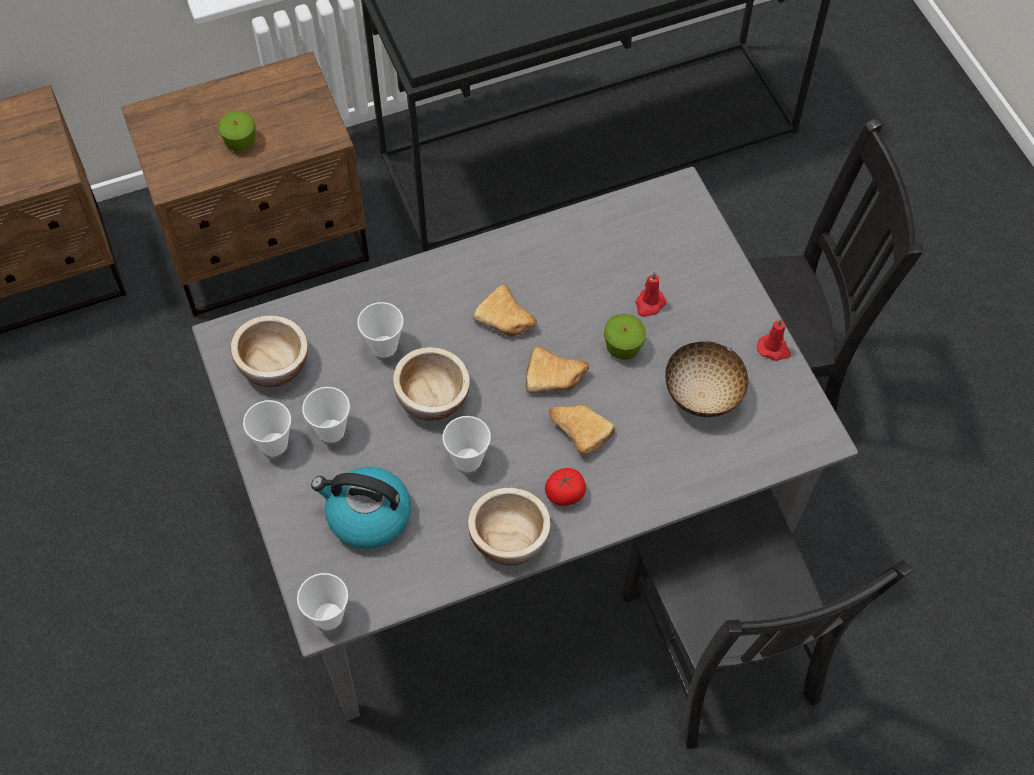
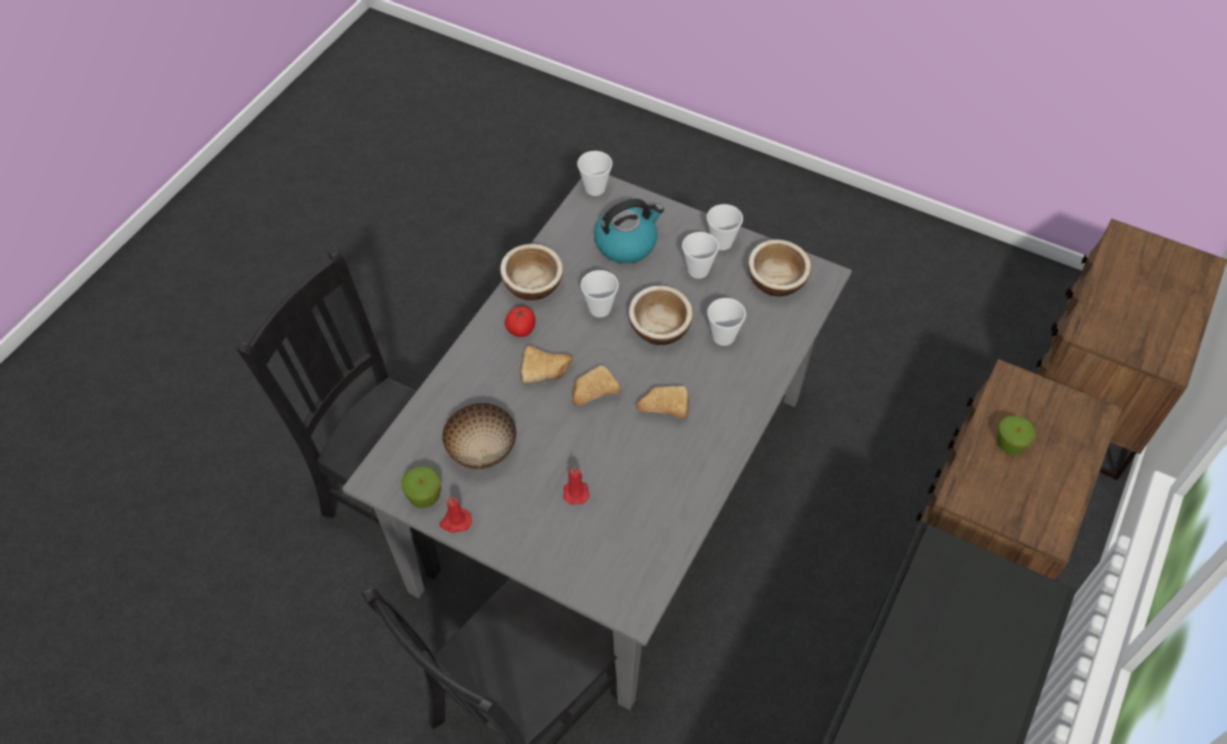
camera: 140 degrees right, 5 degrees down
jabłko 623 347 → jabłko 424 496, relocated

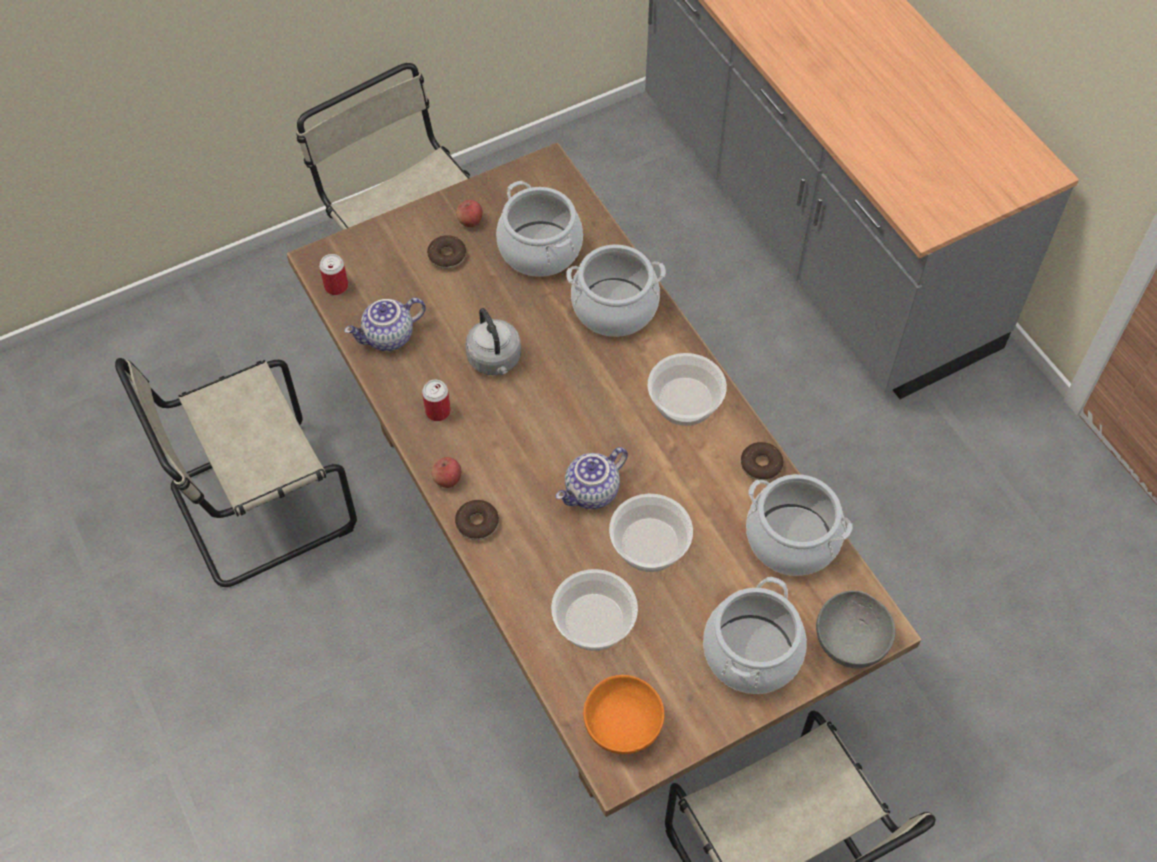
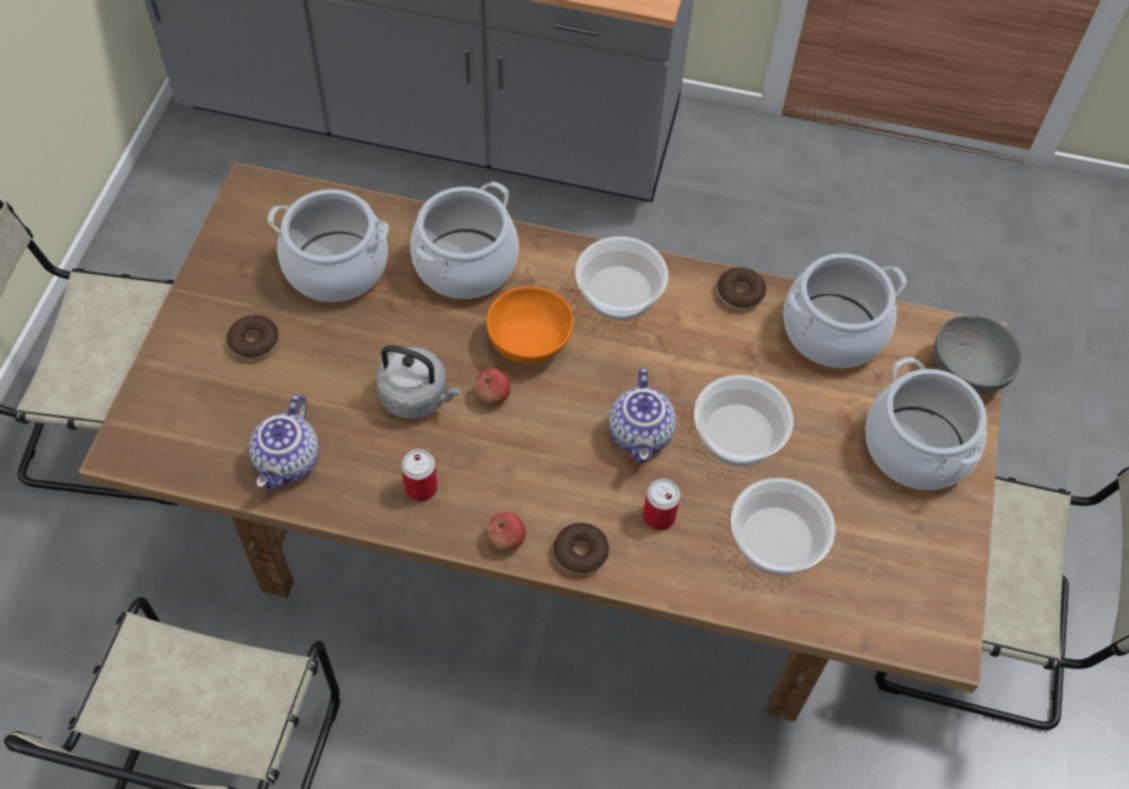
camera: 50 degrees left, 0 degrees up
jabłko 470 221 → jabłko 493 396, relocated
puszka 336 286 → puszka 659 516, relocated
miska [pomarańczowy] 623 728 → miska [pomarańczowy] 531 344, relocated

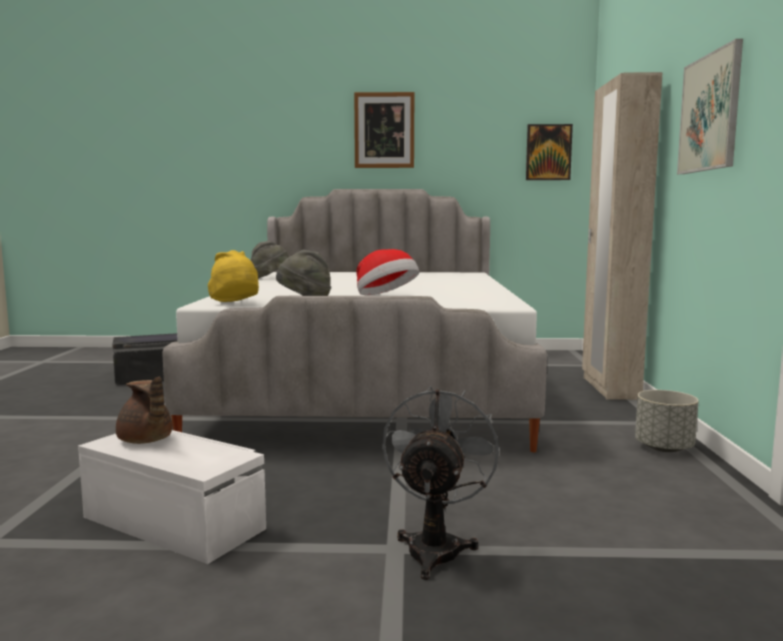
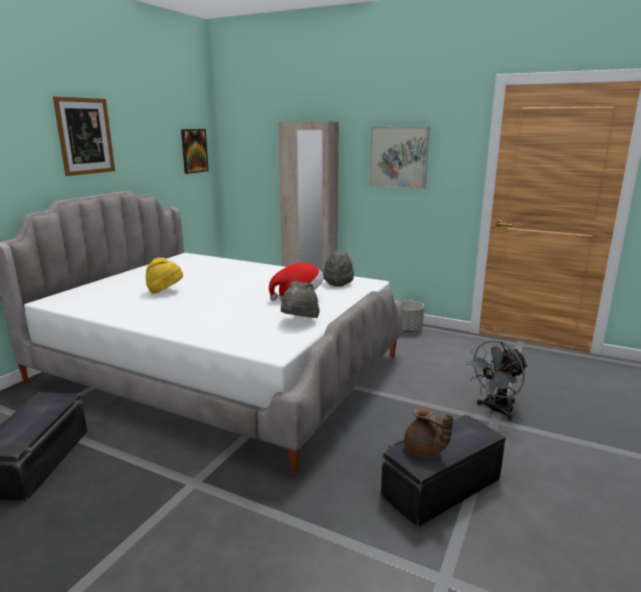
camera: 65 degrees left, 10 degrees up
kapelusz [szary] 270 278 → kapelusz [szary] 338 282, relocated
kapelusz [żółty] 235 303 → kapelusz [żółty] 165 291, relocated
imbryk [brązowy] 145 441 → imbryk [brązowy] 424 451, 60 degrees clockwise
wentylator [szary] 436 546 → wentylator [szary] 495 410, 75 degrees counterclockwise
pojemnik do przechowywania [biały] 175 522 → pojemnik do przechowywania [czarny] 440 486

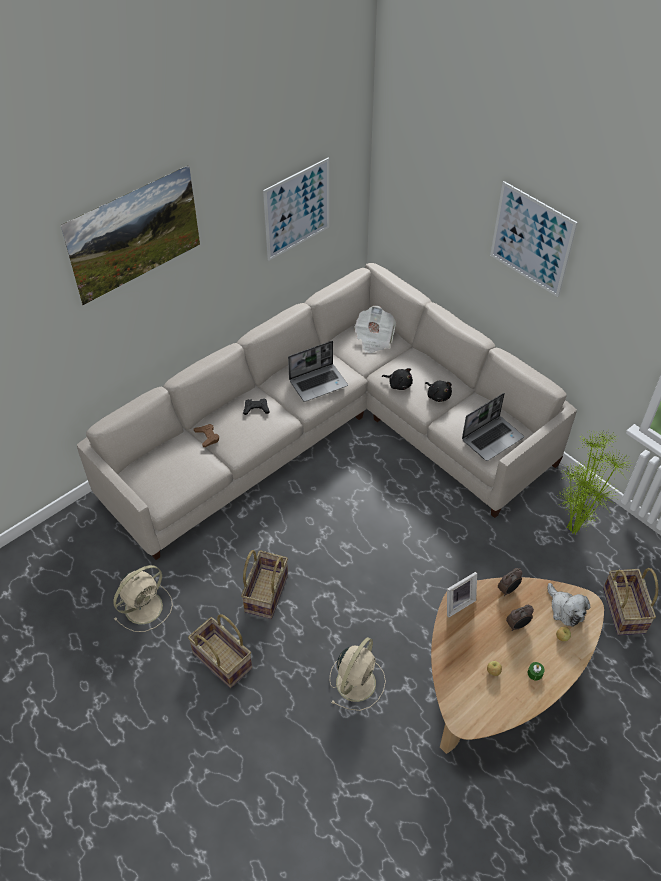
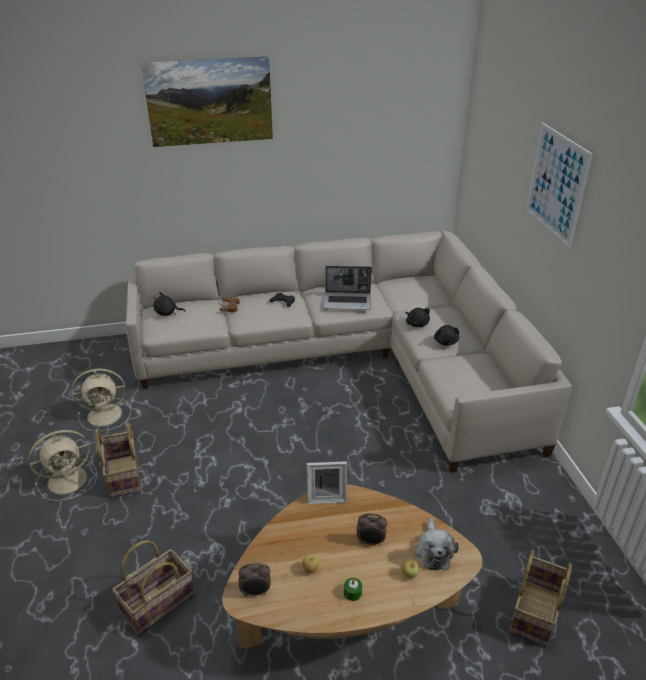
camera: 30 degrees right, 15 degrees down
obraz 297 209 → -
gazeta 374 339 → -
laptop 492 438 → -
roślina doniczkowa 572 531 → -
koszyk 265 593 → koszyk 157 603, relocated
budzik 508 590 → budzik 255 592, relocated
wentylator [beżowy] 357 681 → wentylator [beżowy] 69 479, relocated
- → pluszak [czarny] 167 313

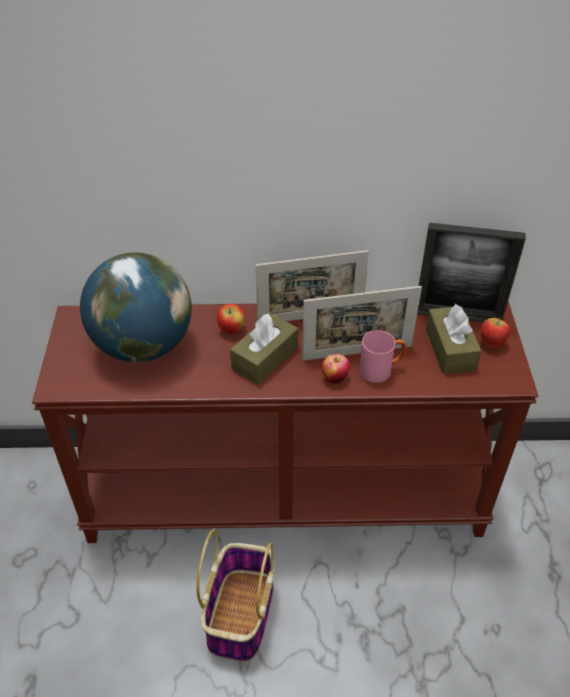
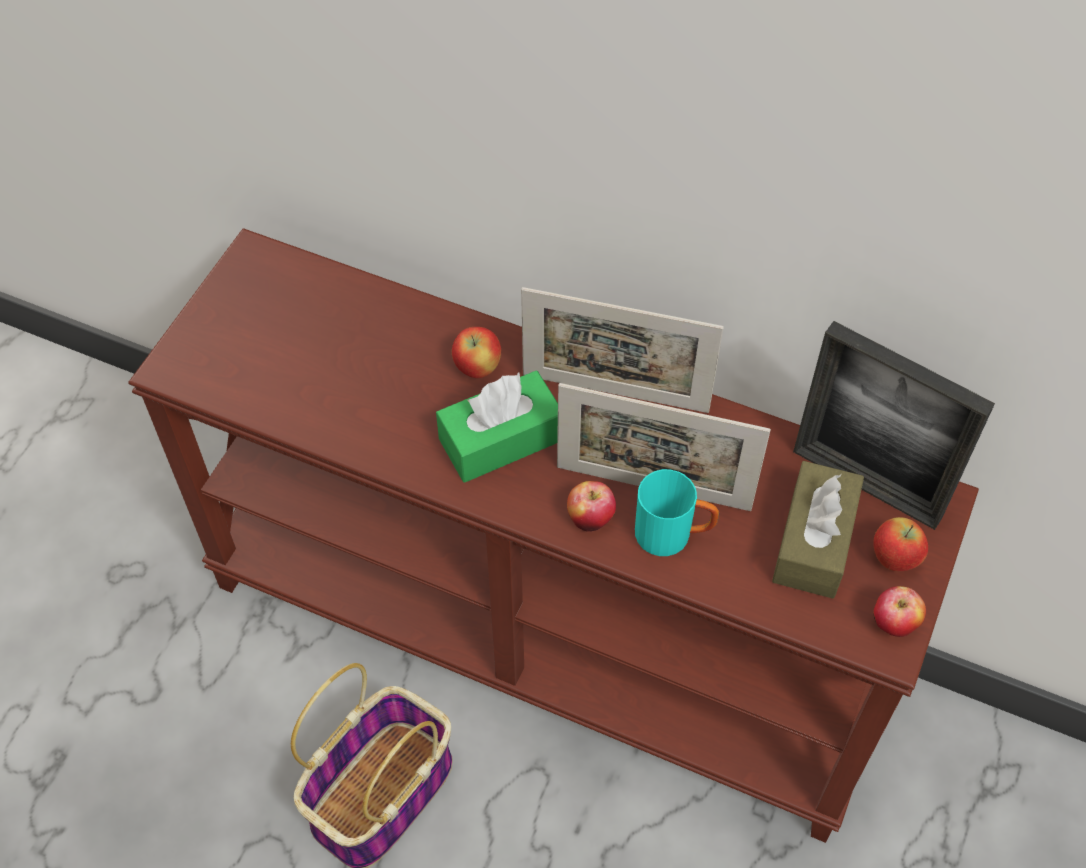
camera: 25 degrees right, 10 degrees up
globus 143 346 → -
pudełko chusteczek [brązowy] 265 358 → pudełko chusteczek [zielony] 501 439
kubek [różowy] 381 370 → kubek [turkusowy] 673 535
- → jabłko 893 624

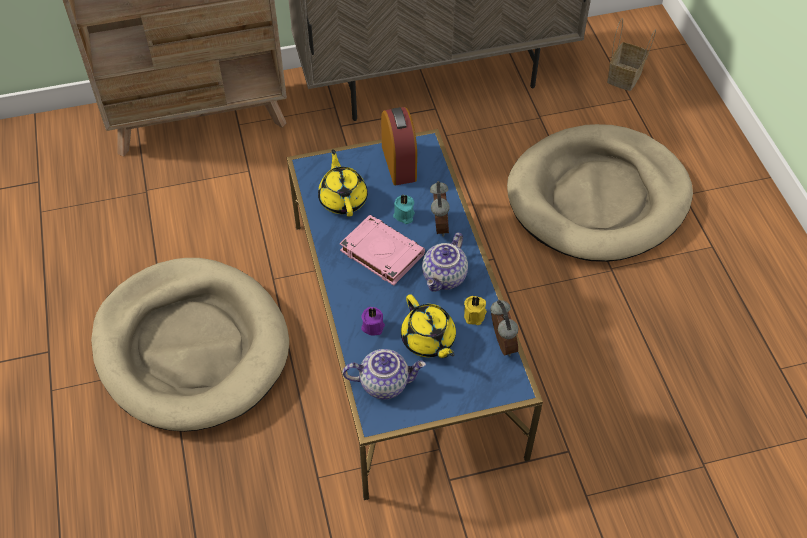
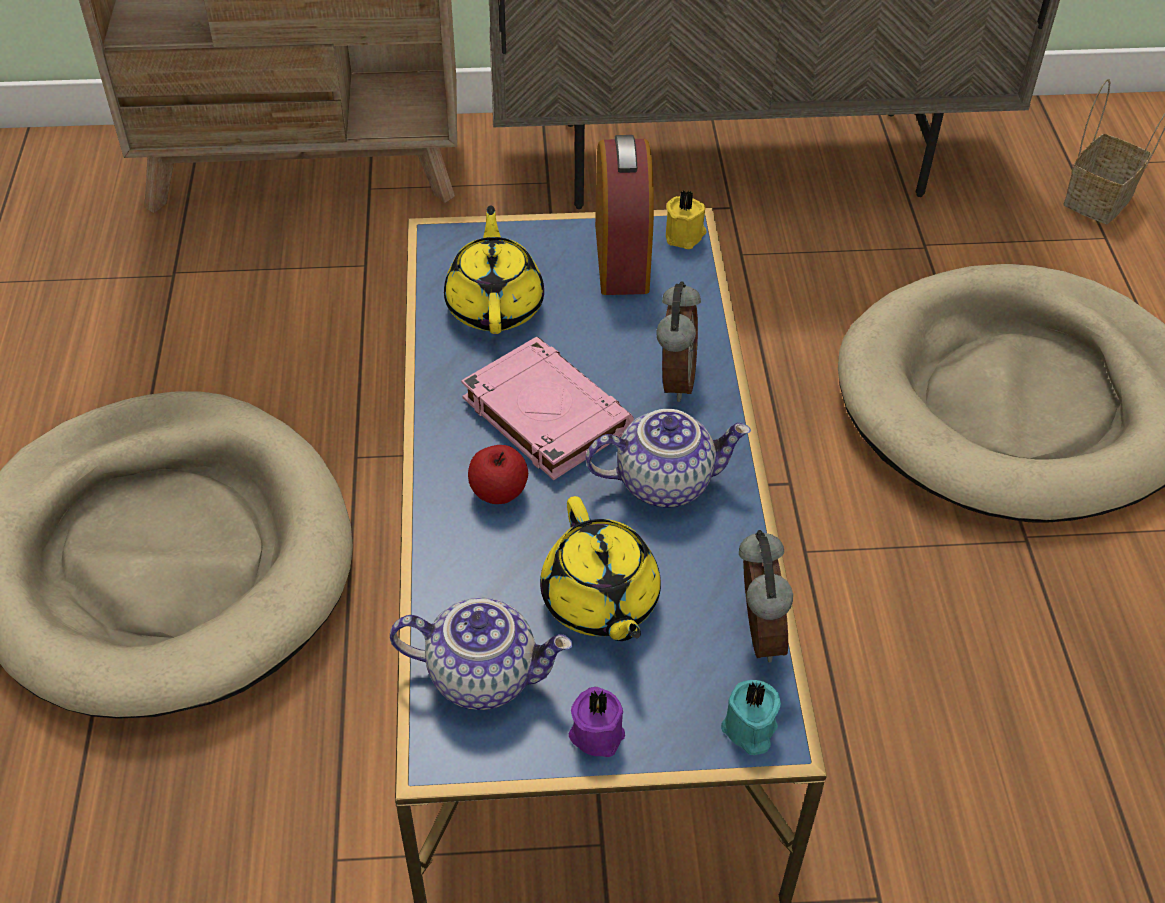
camera: 10 degrees right, 5 degrees down
świeca [turkusowy] 404 216 → świeca [turkusowy] 749 730, relocated
imbryk 445 277 → imbryk 665 481, 135 degrees counterclockwise
świeca [żółty] 475 315 → świeca [żółty] 685 235, relocated
świeca [fioletowy] 372 326 → świeca [fioletowy] 597 732, relocated
- → jabłko 499 492

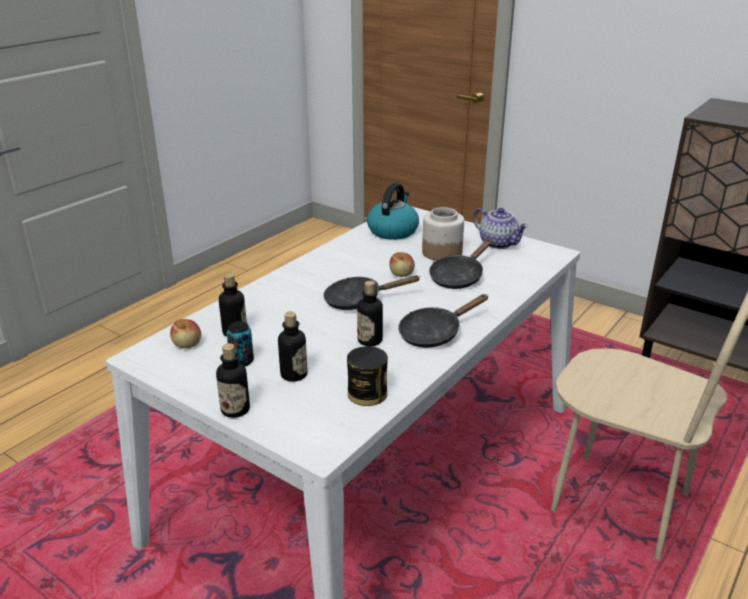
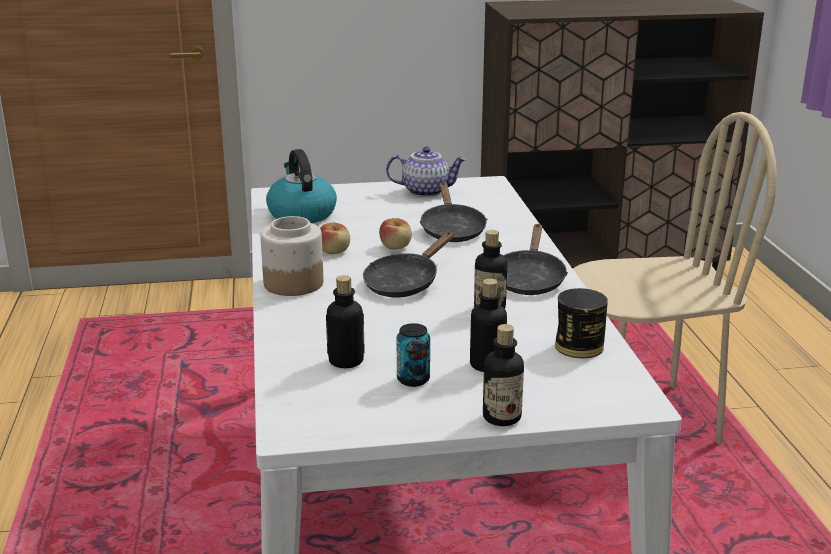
camera: 45 degrees left, 5 degrees down
słoik 441 252 → słoik 292 284, relocated
jabłko 187 344 → jabłko 334 251, relocated

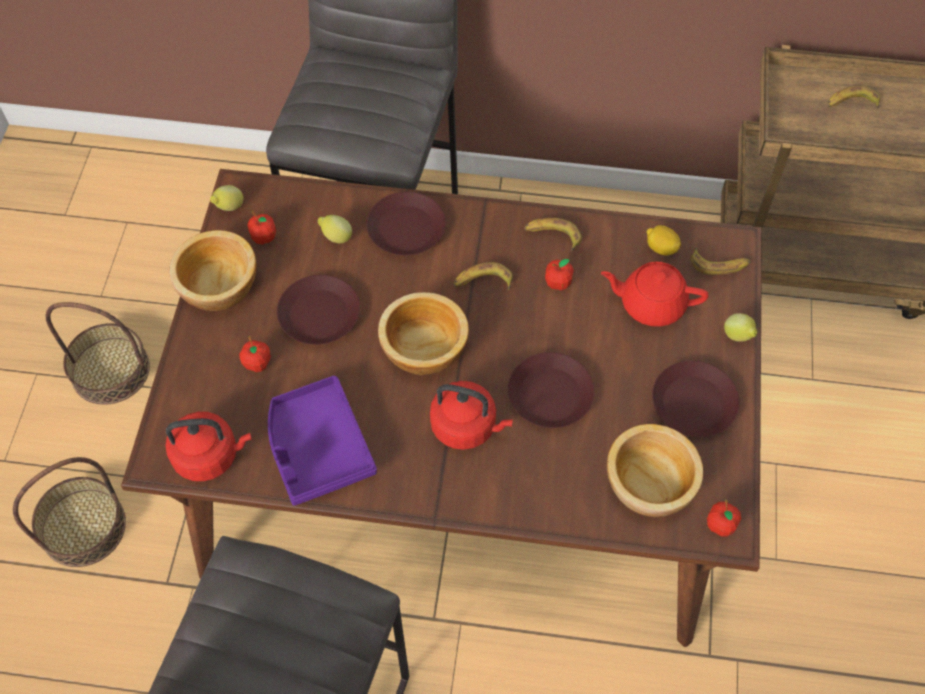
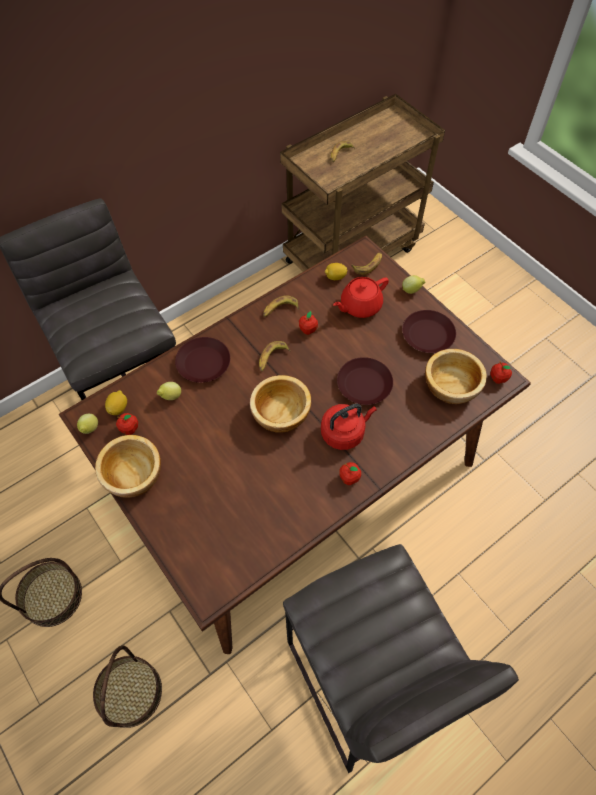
camera: 45 degrees left, 0 degrees up
talerz [brązowy] 320 314 → -
jabłko 257 364 → jabłko 349 478, relocated
taca [fioletowy] 317 448 → -
czajnik [czerwony] 210 456 → -
- → cytryna 118 408

